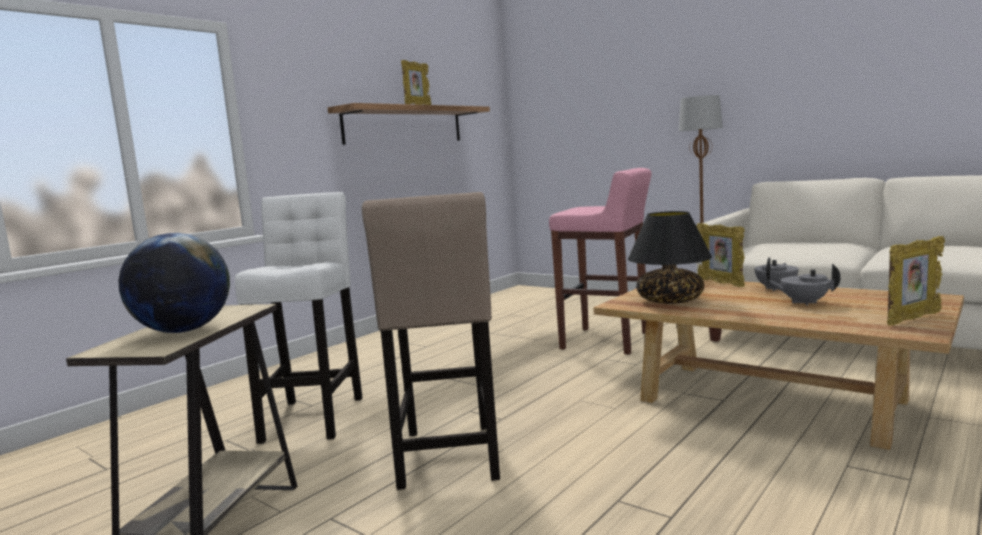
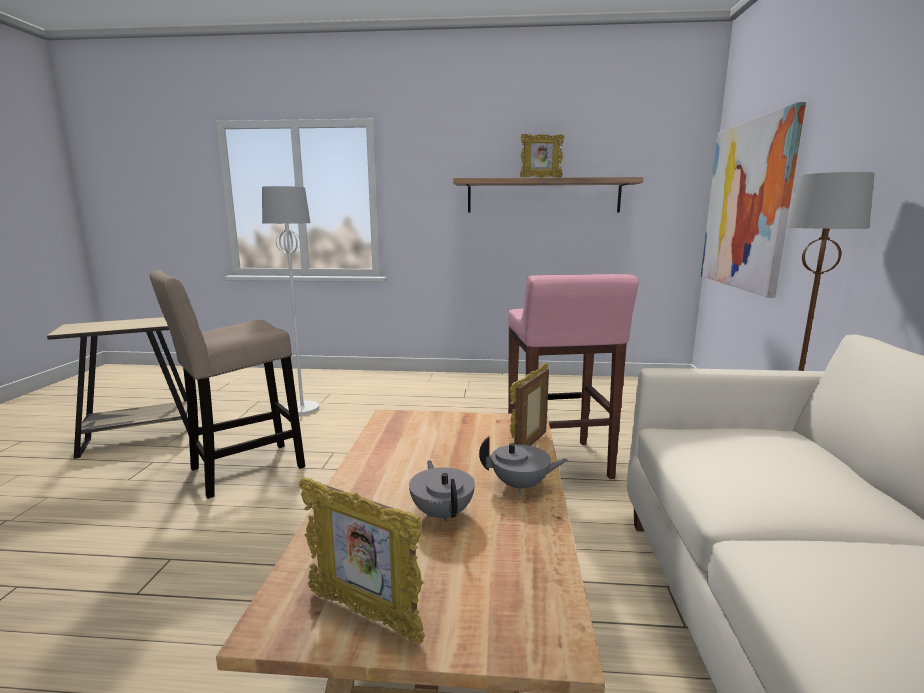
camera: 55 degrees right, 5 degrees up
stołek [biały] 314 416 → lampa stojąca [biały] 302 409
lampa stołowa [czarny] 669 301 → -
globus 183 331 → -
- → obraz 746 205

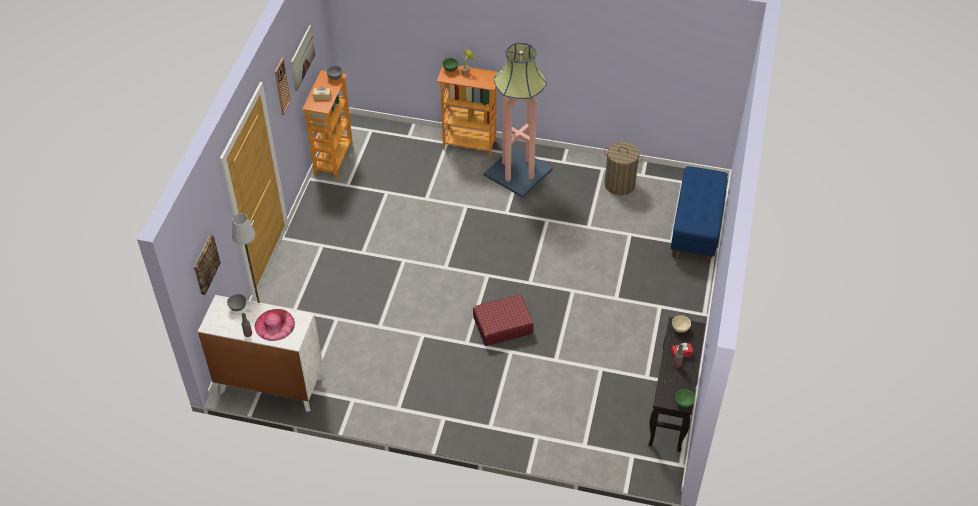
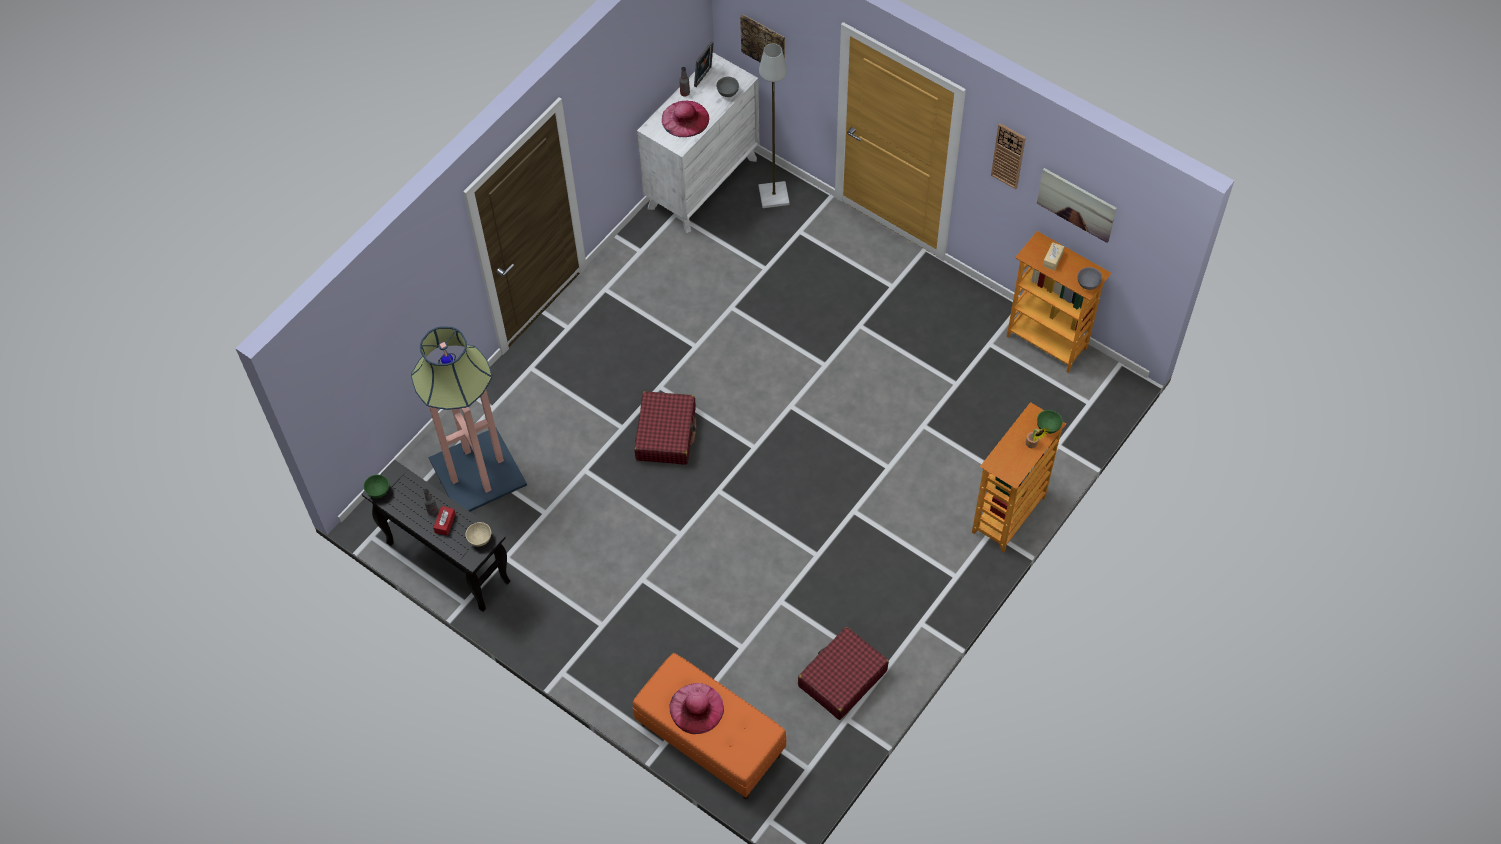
camera: 115 degrees right, 10 degrees up
lampa stojąca 517 172 → lampa stojąca 478 471, relocated
kosz na pranie 619 184 → walizka [czerwony] 842 678
ławka [niebieski] 696 229 → ławka [pomarańczowy] 709 740
- → ramka na zdjęcie 704 77
- → kapelusz [różowy] 696 708

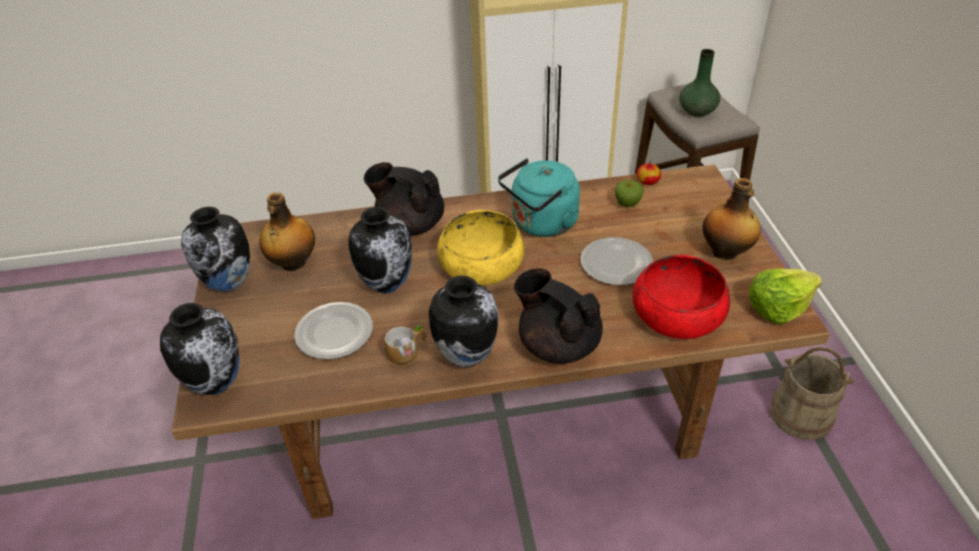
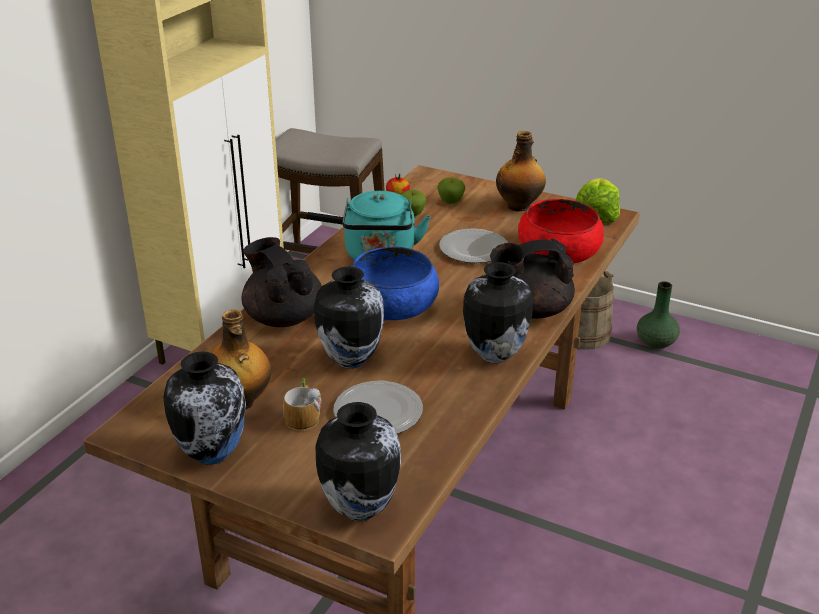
camera: 55 degrees left, 10 degrees down
wazon [zielony] 697 111 → wazon [zielony] 655 342, relocated
imbryk [czarny] 410 225 → imbryk [czarny] 283 317, 90 degrees clockwise
miska [żółty] 481 265 → miska [niebieski] 392 304
kubek 408 352 → kubek 304 416, relocated
- → jabłko 451 202

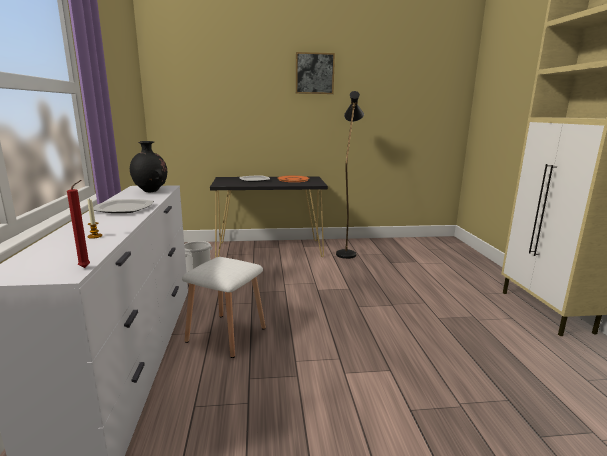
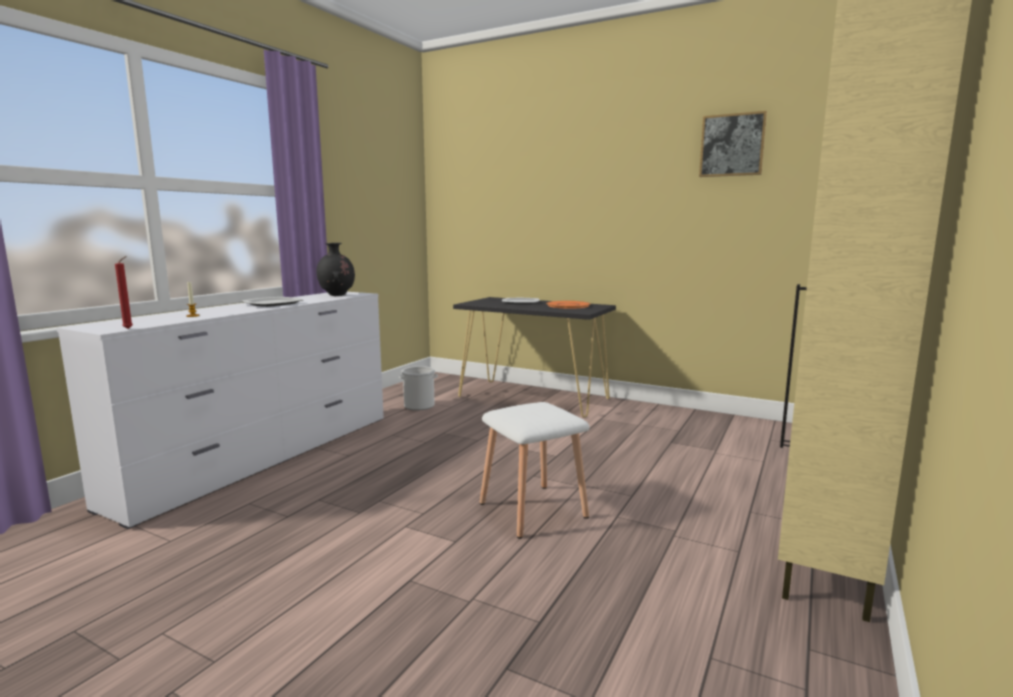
camera: 35 degrees right, 5 degrees down
obraz 314 73 → obraz 732 145, relocated
lampa stojąca [czarny] 346 252 → -
stołek [biały] 226 334 → stołek [biały] 533 509, relocated

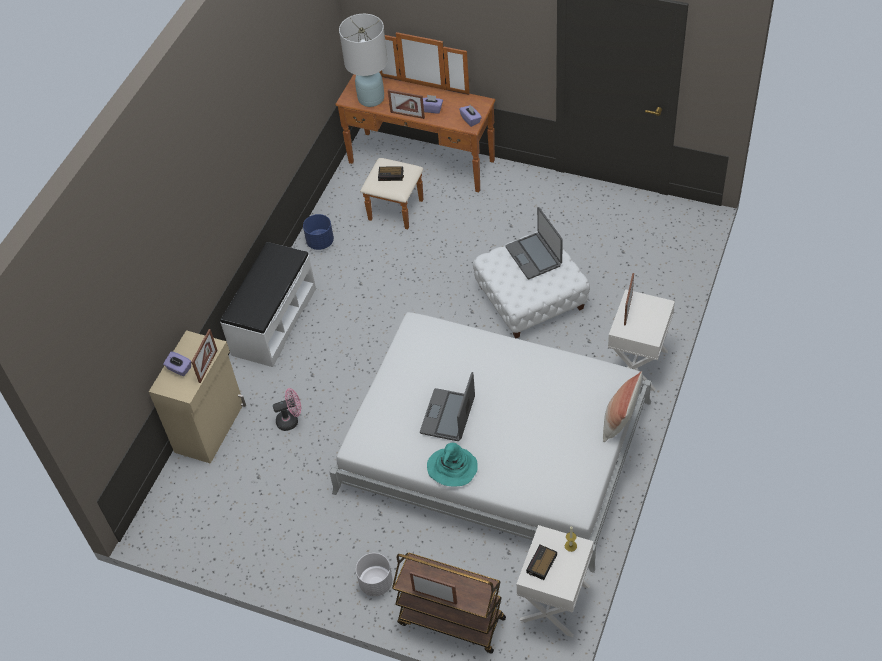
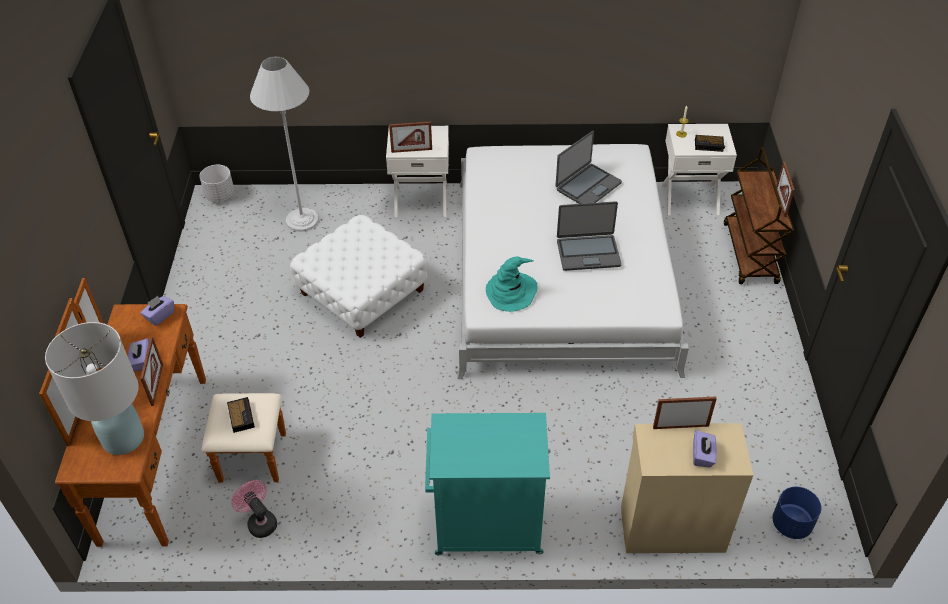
camera: 115 degrees left, 5 degrees down
laptop 534 256 → laptop 587 186, relocated
donica [niebieski] 320 242 → donica [niebieski] 791 524, relocated
ławka [biały] 273 321 → szafka [turkusowy] 485 525
poduszka 619 421 → -
wentylator [różowy] 291 420 → wentylator [różowy] 259 522, relocated
kapelusz [turkusowy] 452 468 → kapelusz [turkusowy] 511 292, relocated
donica [biały] 376 583 → donica [biały] 220 196, relocated
- → lampa stojąca [biały] 302 220

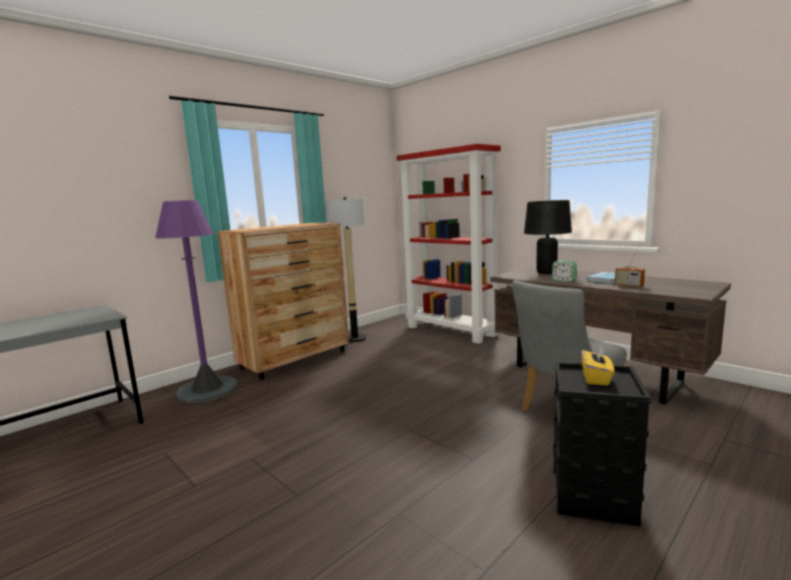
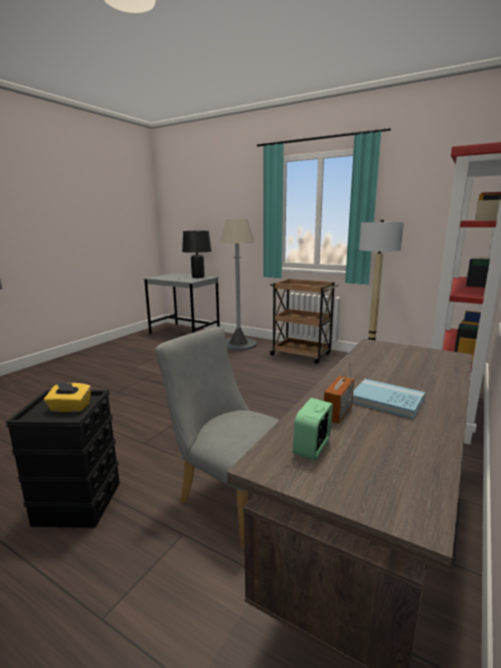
camera: 75 degrees right, 5 degrees up
lampa stojąca [fioletowy] 207 389 → lampa stojąca [szary] 238 344
lampa stołowa [czarny] 546 272 → lampa stołowa [czarny] 198 277, relocated
komoda [brązowy] 295 359 → wózek [brązowy] 301 355
budzik 564 280 → budzik 312 448, relocated

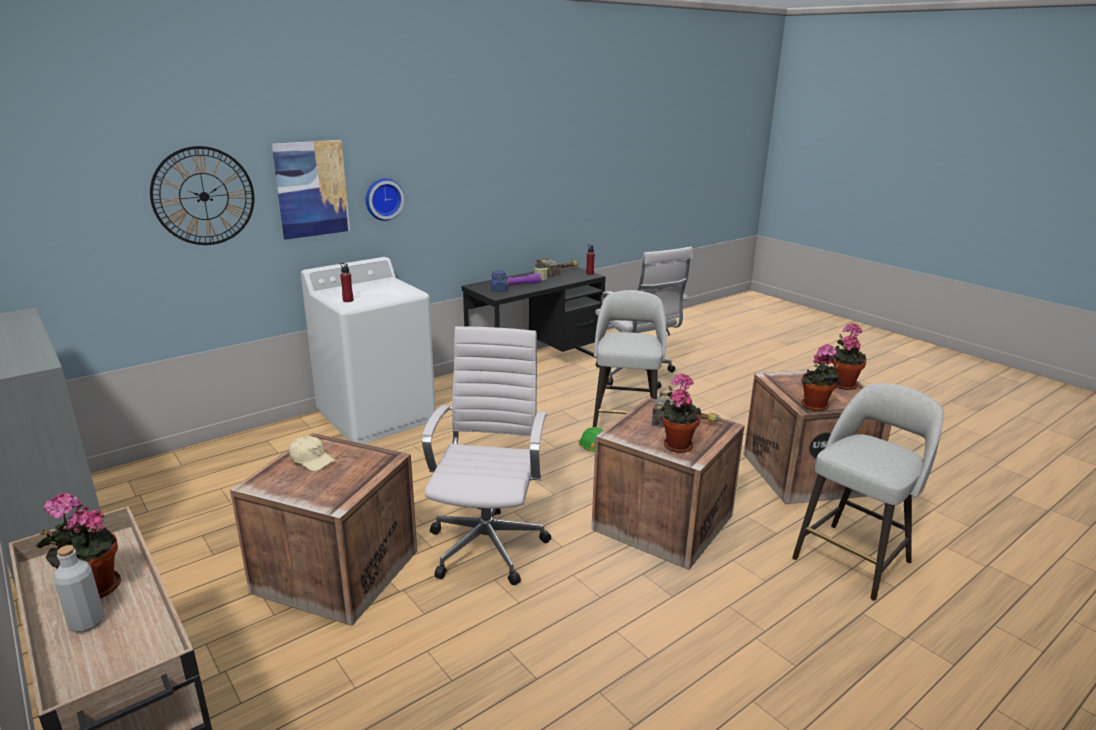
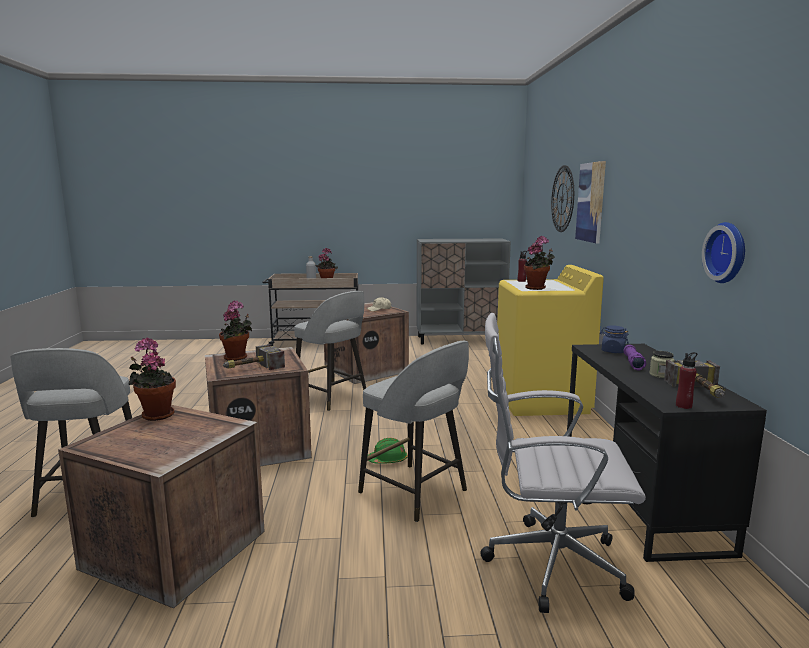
camera: 125 degrees right, 10 degrees down
zegar ścienny 383 199 → zegar ścienny 728 252, relocated
pralka [biały] 377 417 → pralka [żółty] 541 401
roślina doniczkowa 843 384 → roślina doniczkowa 537 288, relocated
krzesło biurowe [biały] 488 543 → stołek [szary] 332 397

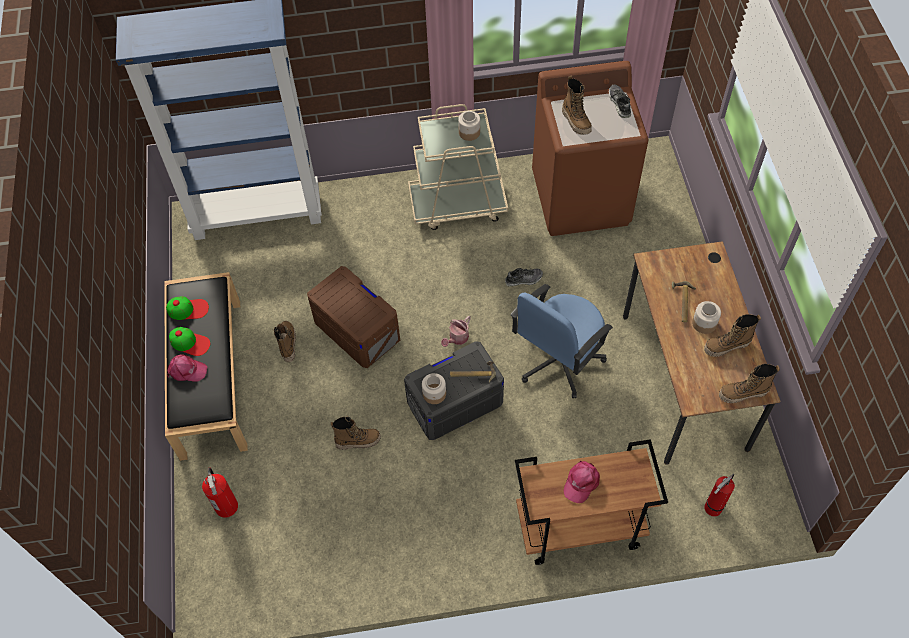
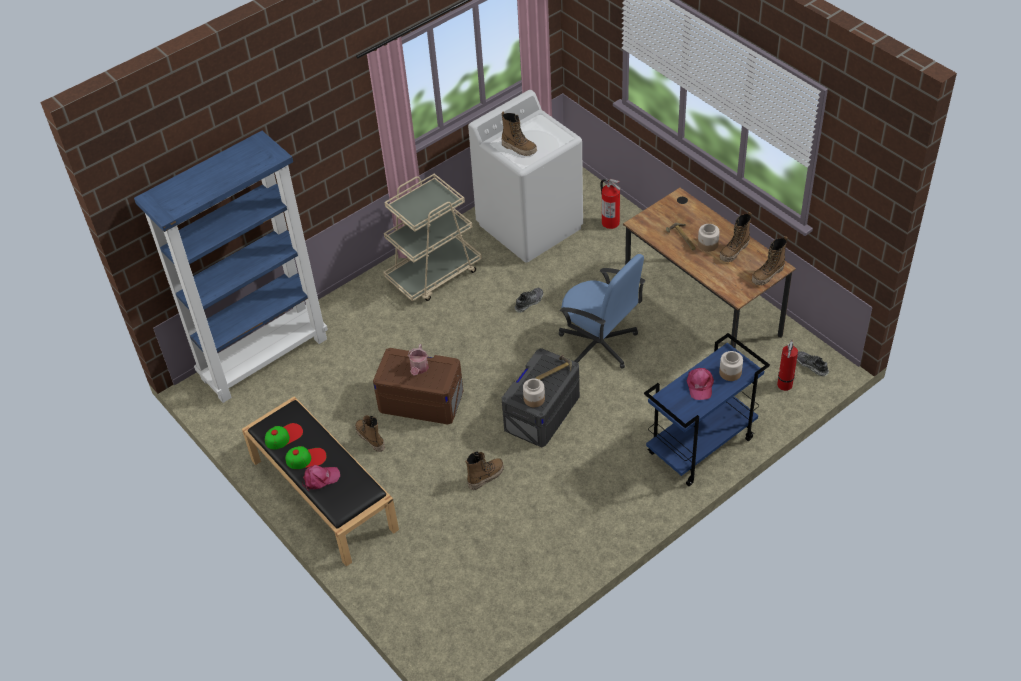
camera: 30 degrees left, 10 degrees down
pralka [brązowy] 581 198 → pralka [biały] 530 226
but 619 104 → but 811 366, relocated
słoik 469 133 → słoik 730 373, relocated
krzesło biurowe [niebieski] 558 360 → krzesło biurowe [niebieski] 599 345, 60 degrees counterclockwise
konewka 457 339 → konewka 419 369, relocated
wózek [brązowy] 578 528 → wózek [niebieski] 700 447
gaśnica 227 506 → gaśnica 610 222, relocated

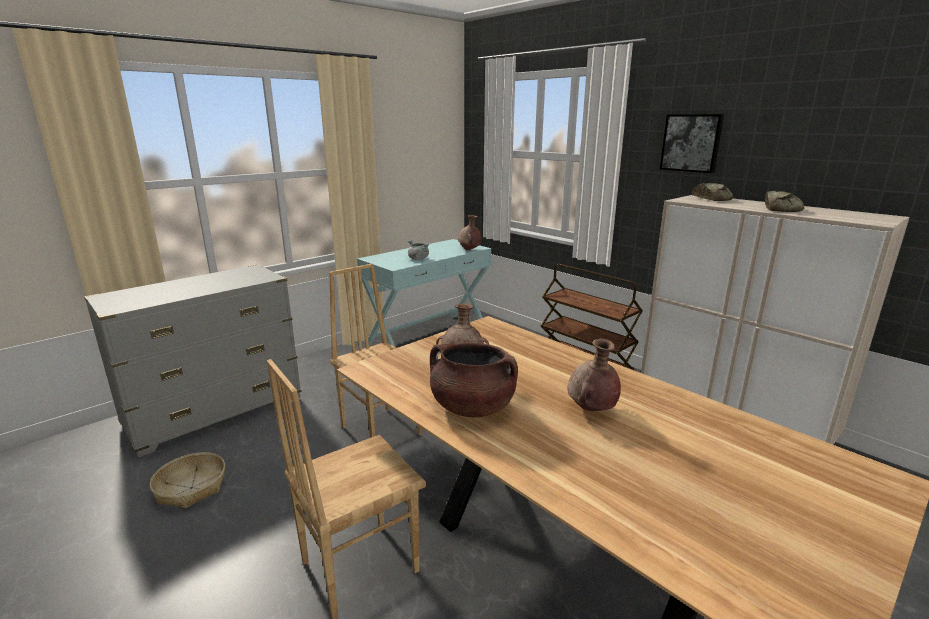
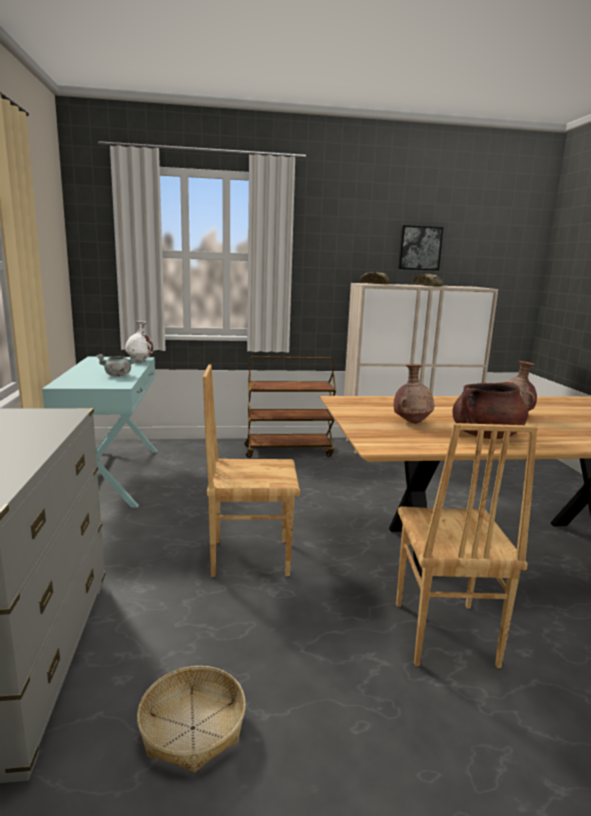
camera: 55 degrees left, 5 degrees down
obraz 691 143 → obraz 419 248, relocated
wazon [brązowy] 469 250 → wazon [biały] 140 361

